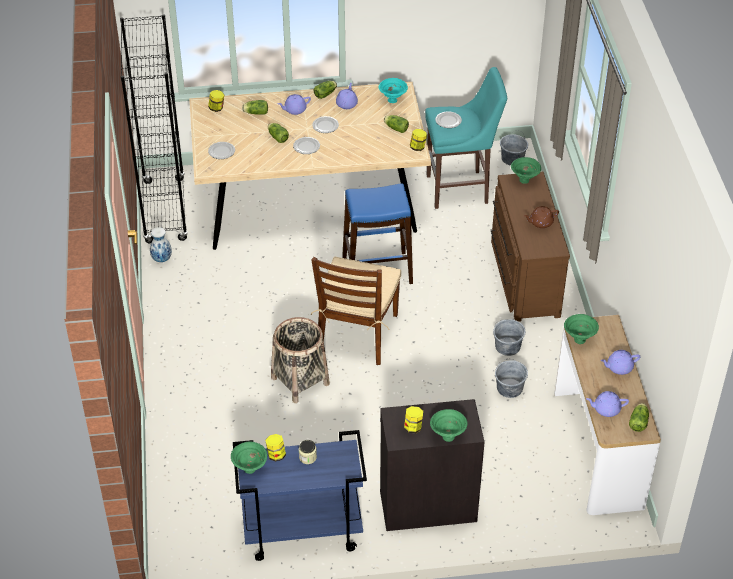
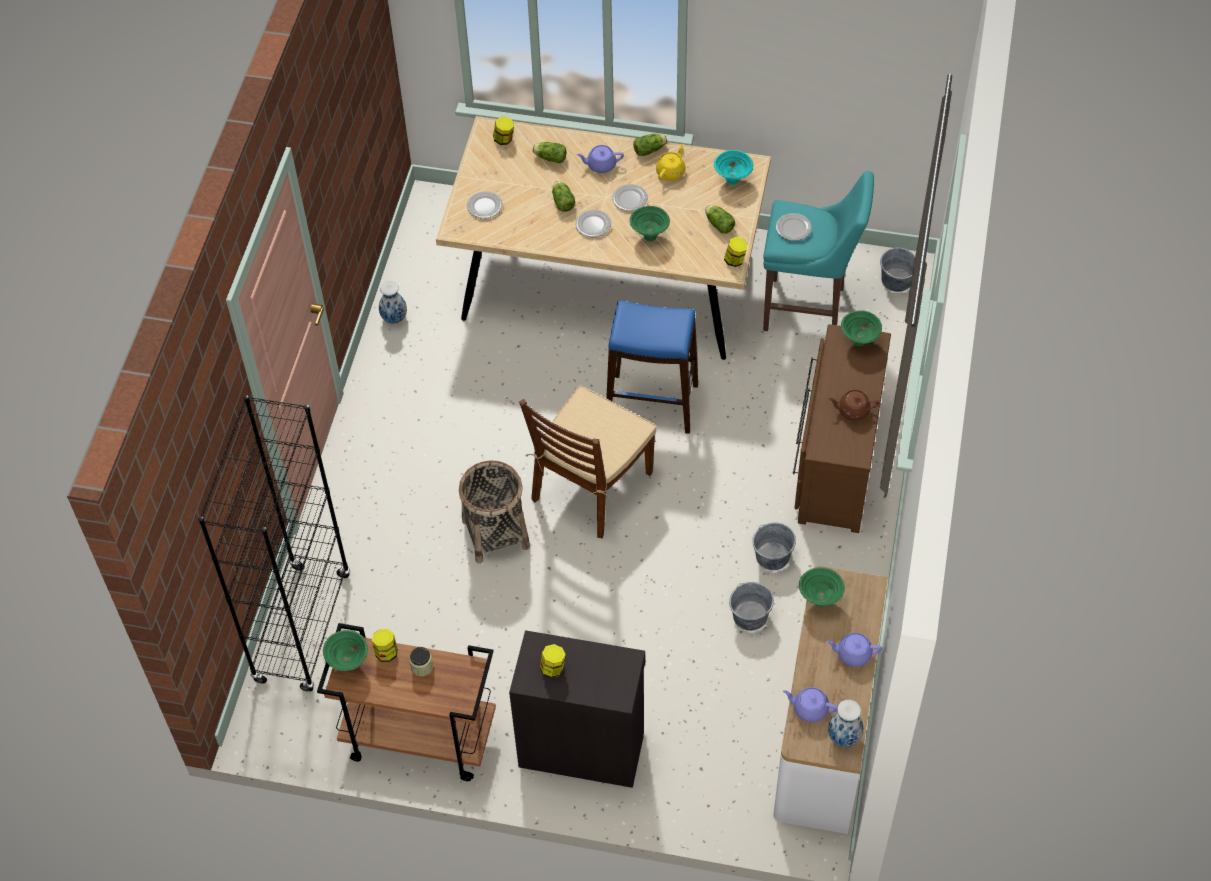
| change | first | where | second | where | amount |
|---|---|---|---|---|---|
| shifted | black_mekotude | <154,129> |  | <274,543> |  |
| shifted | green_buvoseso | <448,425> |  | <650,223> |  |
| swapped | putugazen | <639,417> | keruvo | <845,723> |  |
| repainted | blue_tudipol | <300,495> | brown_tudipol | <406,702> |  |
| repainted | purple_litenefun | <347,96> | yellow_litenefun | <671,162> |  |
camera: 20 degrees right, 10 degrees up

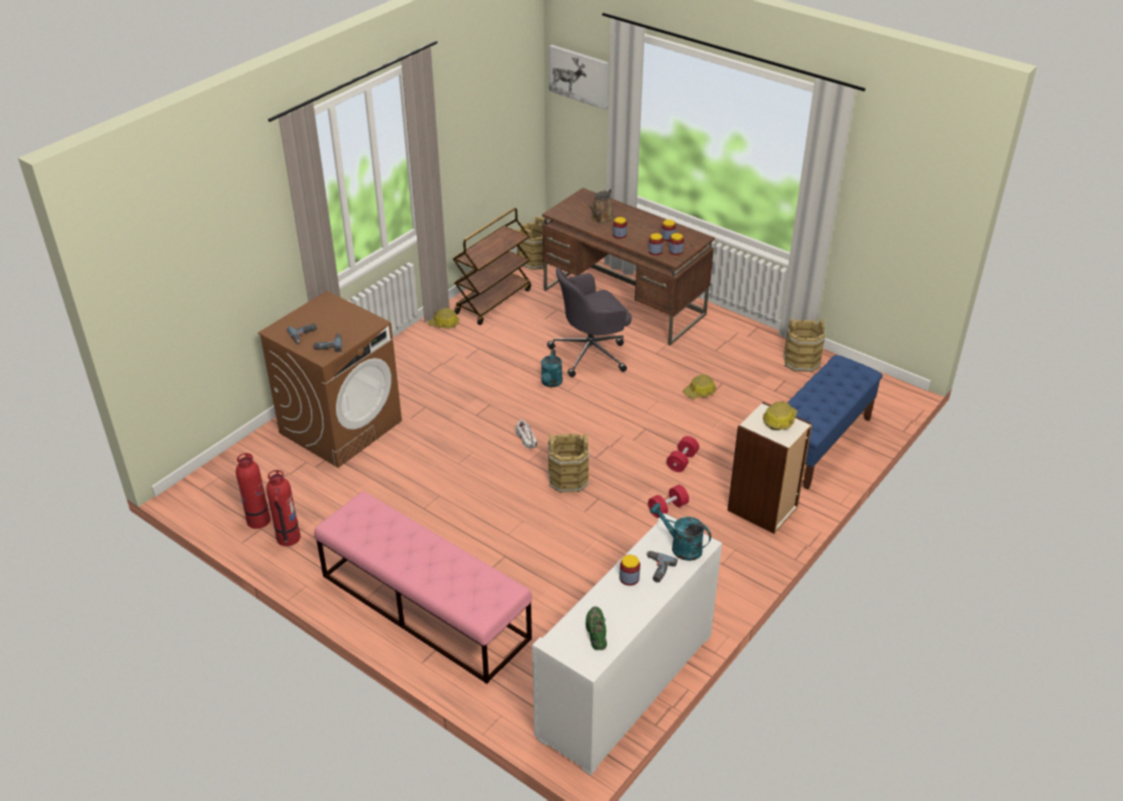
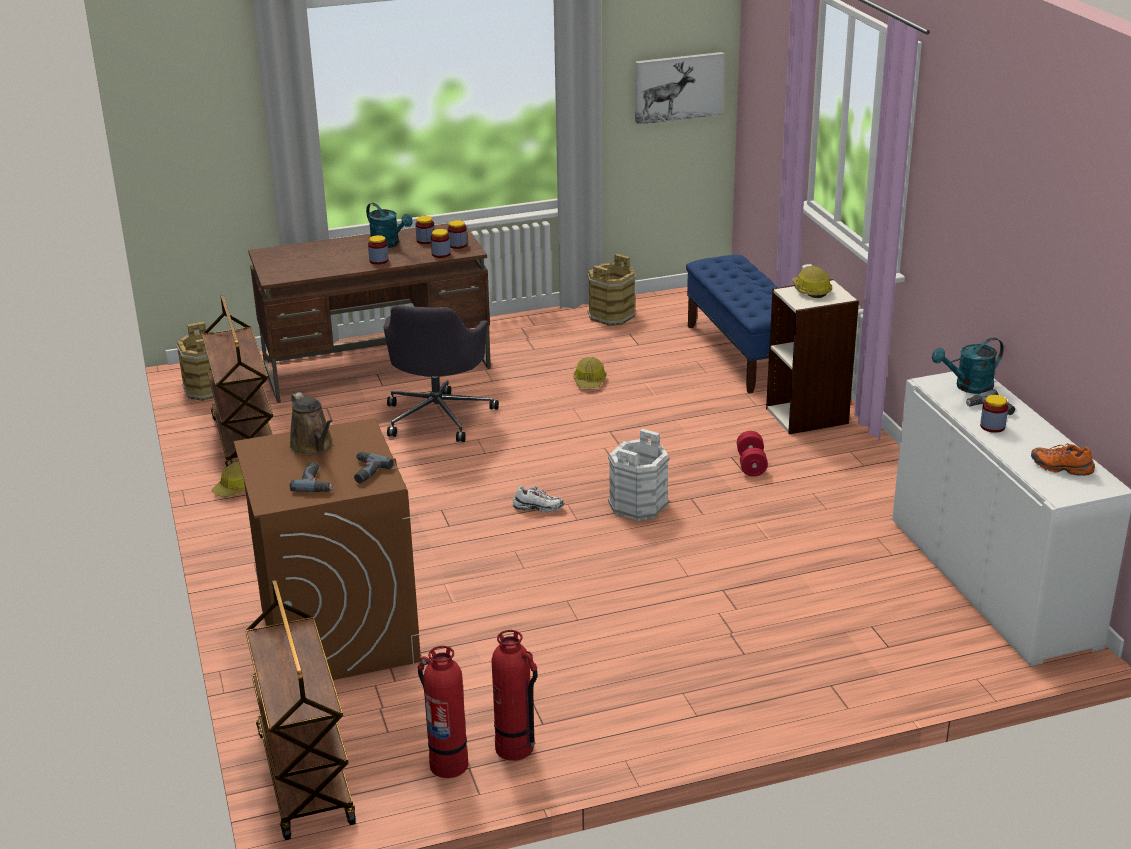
| change | first | where | second | where | amount |
|---|---|---|---|---|---|
| gone | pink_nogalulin | <423,587> |  |  |  |
| gone | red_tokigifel | <683,454> |  |  |  |
| new |  |  | brown_tudipol | <300,710> |  |
| shifted | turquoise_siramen | <552,368> |  | <389,225> |  |
| shifted | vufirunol | <579,77> |  | <679,88> |  |
| shifted | brown_siramen | <601,205> |  | <311,424> |  |
| repainted | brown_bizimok | <568,463> | white_bizimok | <639,475> |  |
| repainted | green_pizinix | <596,628> | orange_pizinix | <1063,459> |  |
camera: 55 degrees left, 10 degrees down

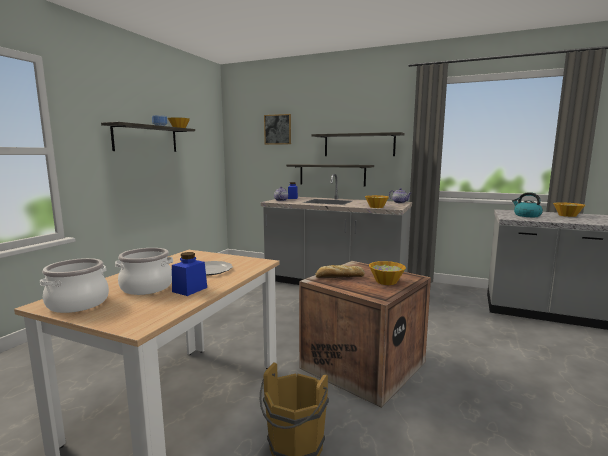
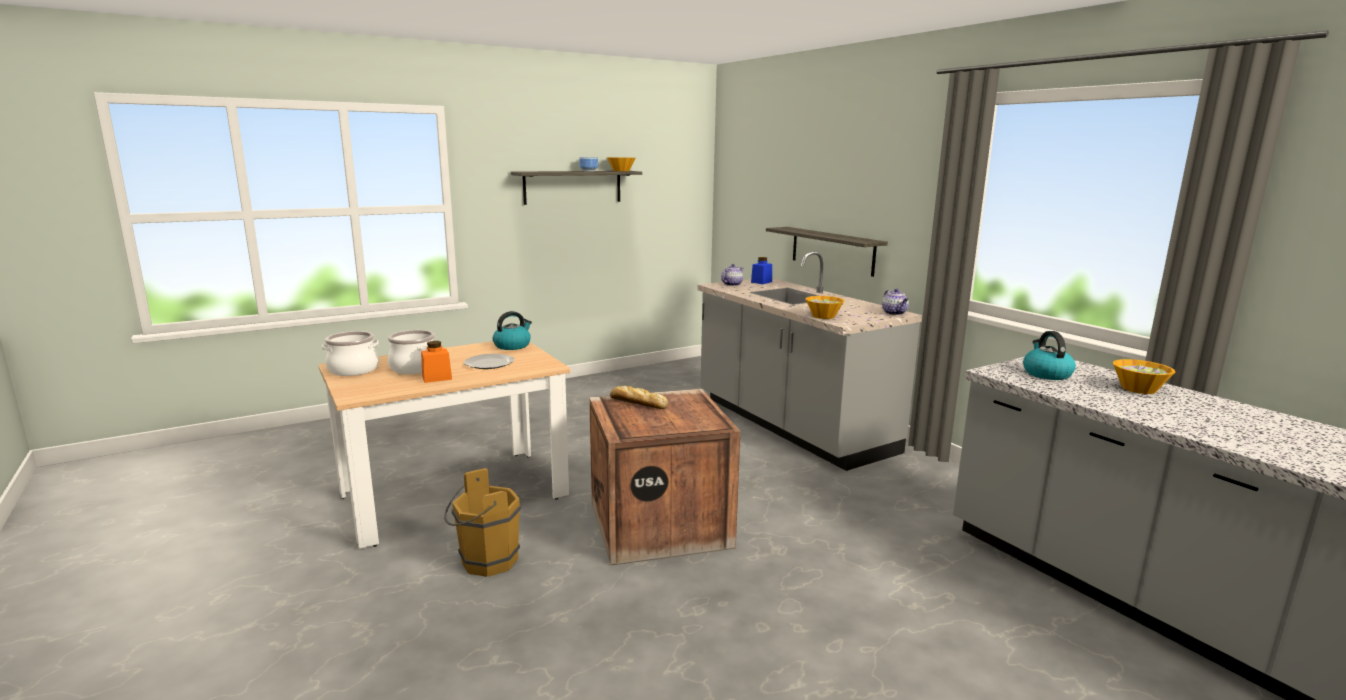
| change | first | where | second | where | amount |
|---|---|---|---|---|---|
| gone | vufirunol | <277,129> |  |  |  |
| gone | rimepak | <358,144> |  |  |  |
| gone | buvoseso | <387,273> |  |  |  |
| new |  |  | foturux | <512,330> |  |
| repainted | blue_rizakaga | <189,274> | orange_rizakaga | <436,362> |  |
camera: 35 degrees right, 5 degrees up

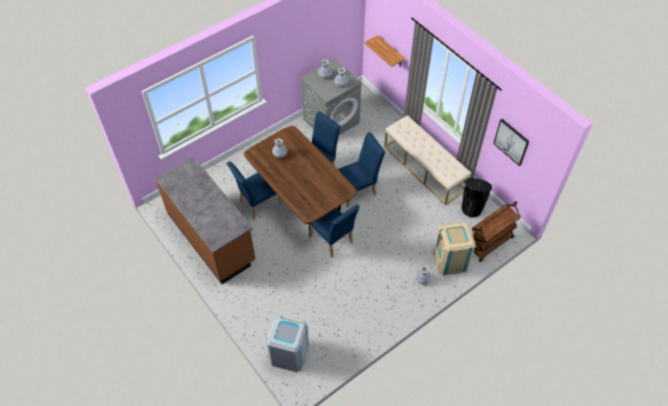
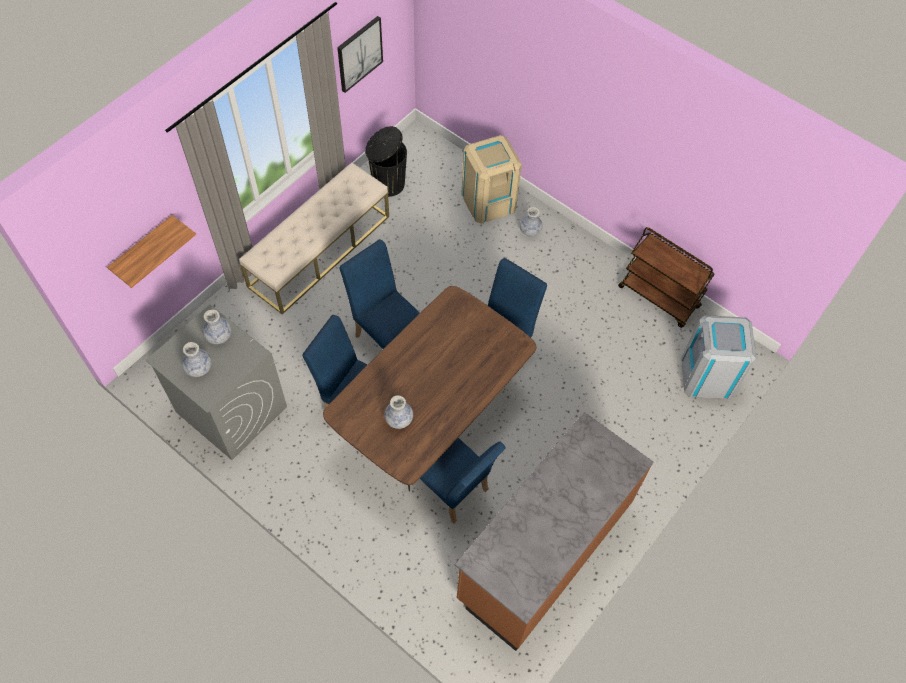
| change | first | where | second | where | amount |
|---|---|---|---|---|---|
| shifted | brown_tudipol | <496,231> |  | <666,277> |  |
camera: 105 degrees left, 5 degrees up

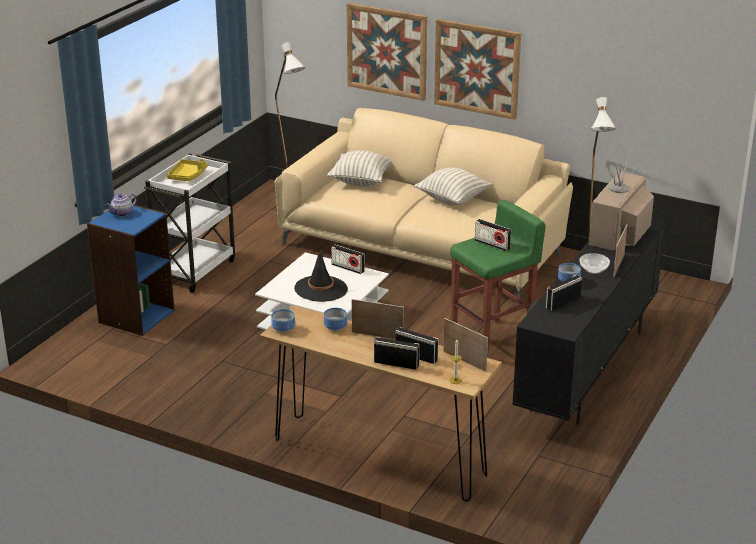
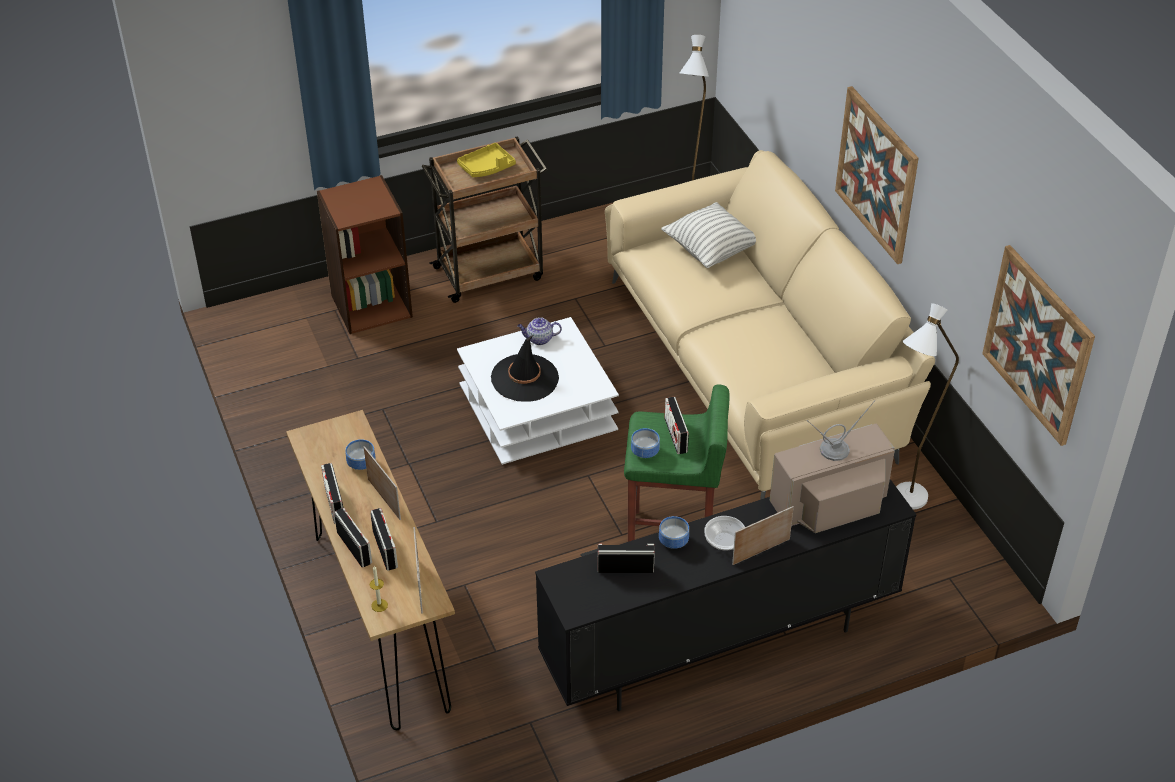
| change | first | where | second | where | amount |
|---|---|---|---|---|---|
| gone | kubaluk | <453,186> |  |  |  |
| shifted | litenefun | <121,205> |  | <539,331> |  |
| shifted | buvoseso | <283,321> |  | <645,443> |  |
| shifted | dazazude | <348,259> |  | <332,493> |  |
| shifted | vufirunol | <387,52> |  | <1038,345> |  |
| repainted | blue_mekotude | <131,270> | brown_mekotude | <365,254> |  |
| repainted | white_tudipol | <189,223> | brown_tudipol | <485,219> |  |
camera: 40 degrees right, 15 degrees up

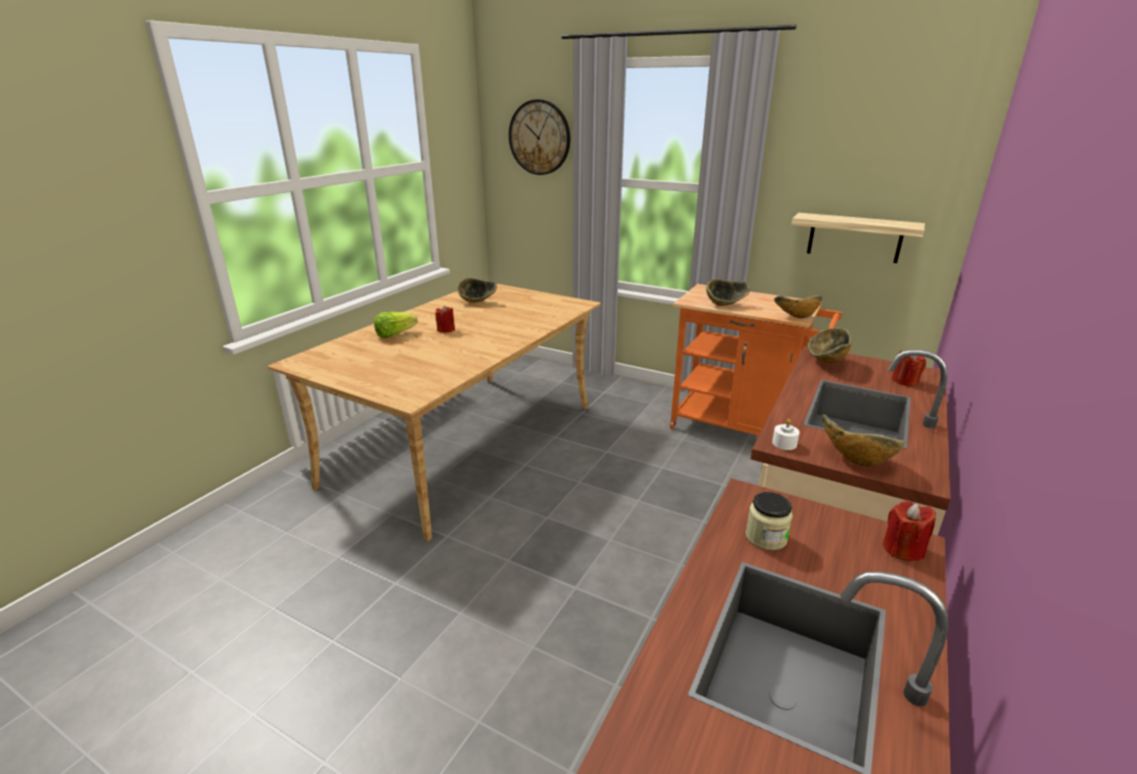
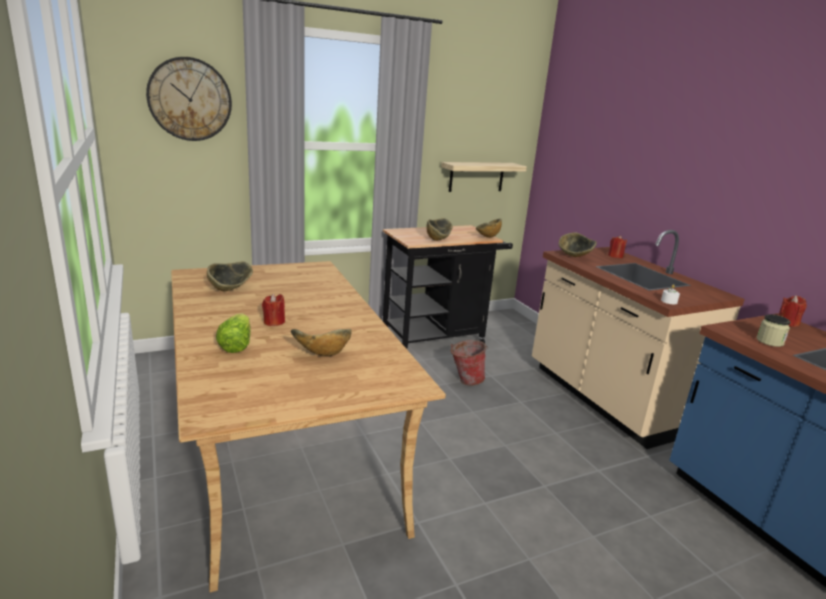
| change | first | where | second | where | amount |
|---|---|---|---|---|---|
| new |  |  | bizimok | <469,363> |  |
| shifted | buvoseso | <863,440> |  | <321,343> |  |
| repainted | orange_tudipol | <756,360> | black_tudipol | <448,286> |  |
camera: 55 degrees left, 5 degrees down

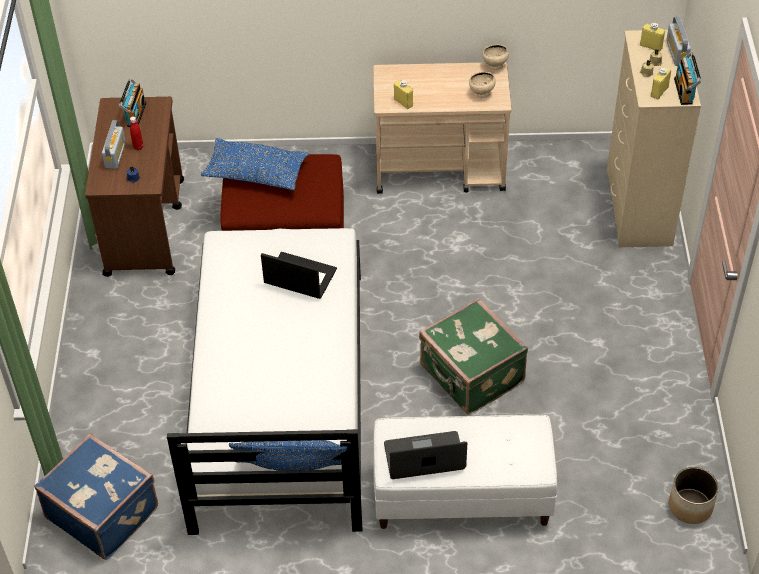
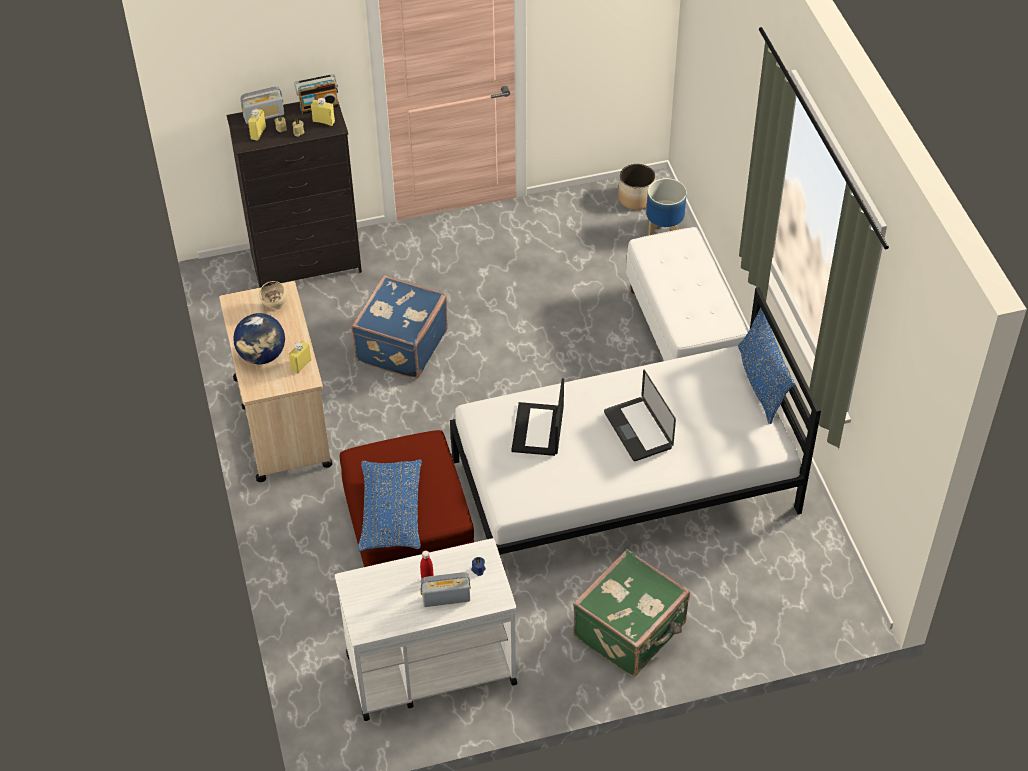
| change | first | where | second | where | amount |
|---|---|---|---|---|---|
| gone | dazazude | <132,102> |  |  |  |
| gone | beige_buvoseso | <496,57> |  |  |  |
| new |  |  | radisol | <259,338> |  |
| new |  |  | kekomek | <666,207> |  |
| shifted | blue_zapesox | <96,496> |  | <399,327> |  |
| shifted | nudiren | <425,455> |  | <640,415> |  |
| shifted | green_zapesox | <473,356> |  | <631,613> |  |
| repainted | brown_tudipol | <134,187> | white_tudipol | <426,629> |  |
| repainted | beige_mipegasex | <653,138> | black_mipegasex | <294,193> |  |
camera: 105 degrees left, 0 degrees up

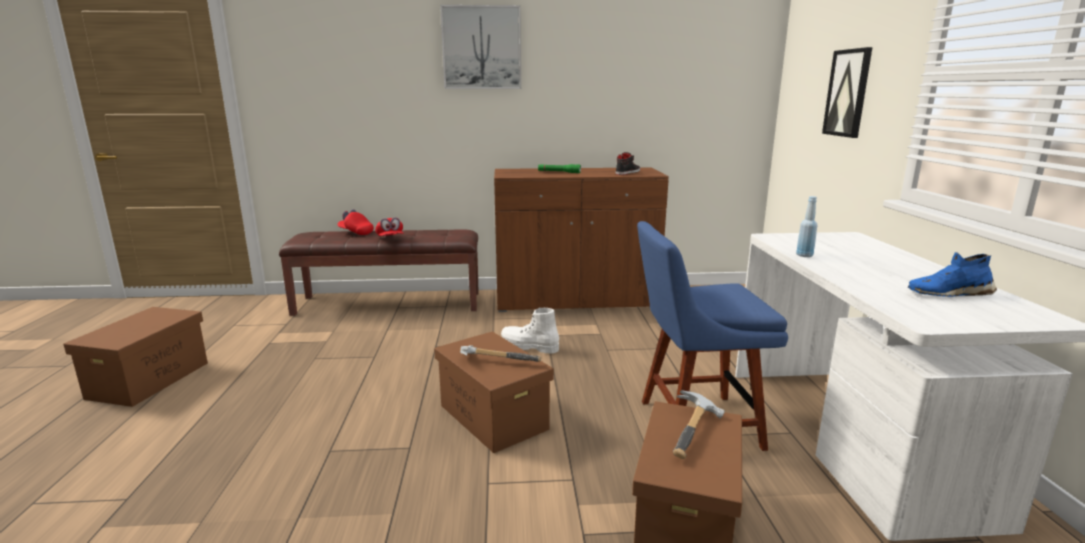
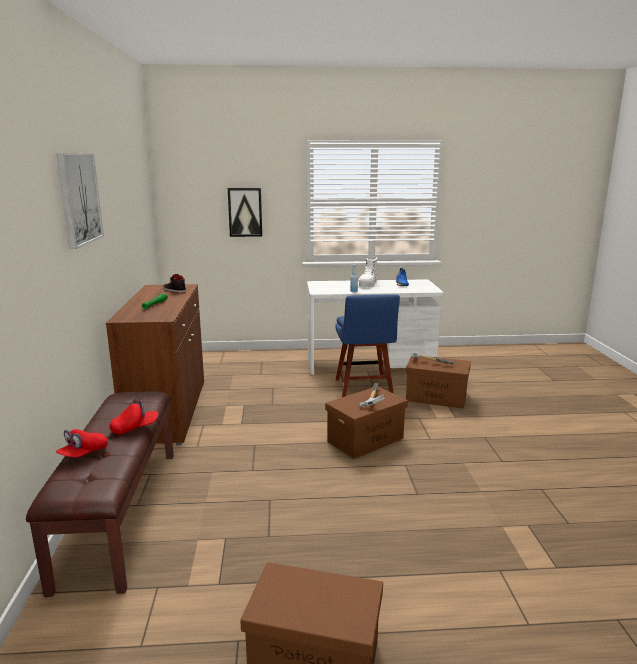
| change | first | where | second | where | amount |
|---|---|---|---|---|---|
| shifted | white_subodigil | <530,330> |  | <368,271> |  |
camera: 90 degrees left, 0 degrees up

